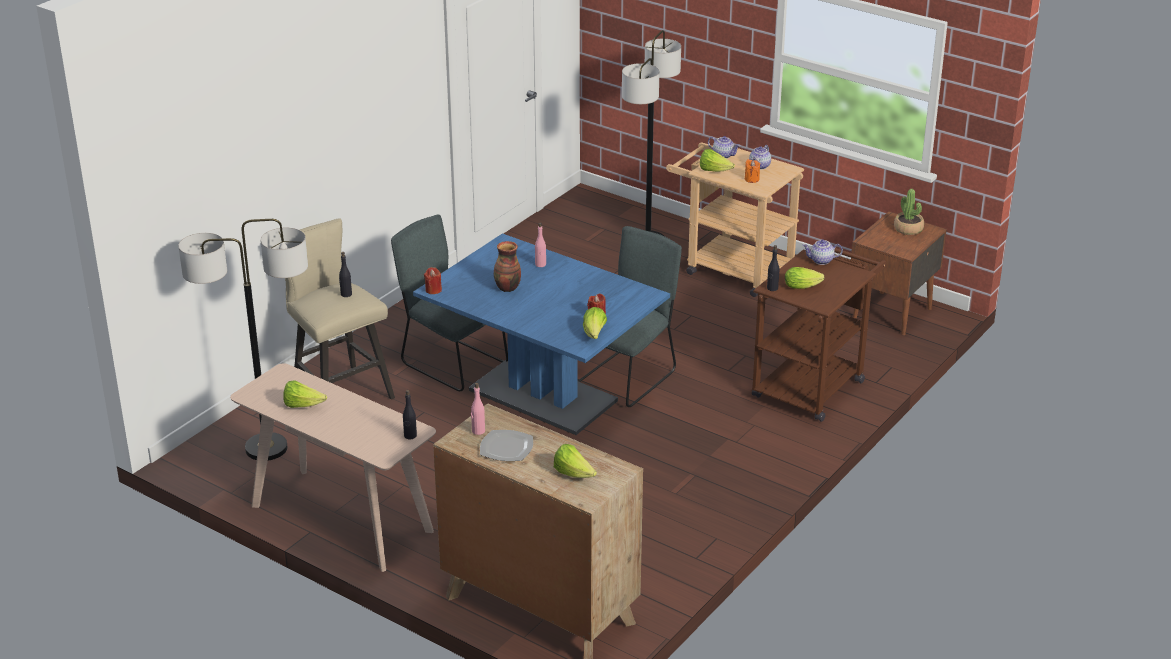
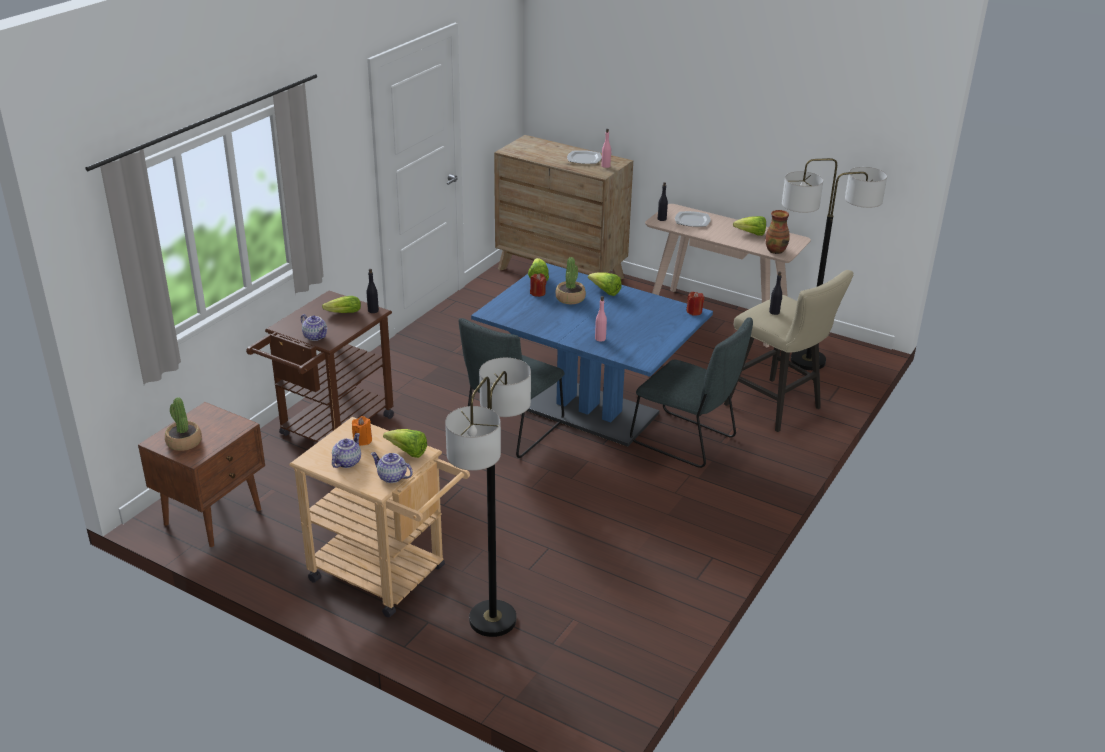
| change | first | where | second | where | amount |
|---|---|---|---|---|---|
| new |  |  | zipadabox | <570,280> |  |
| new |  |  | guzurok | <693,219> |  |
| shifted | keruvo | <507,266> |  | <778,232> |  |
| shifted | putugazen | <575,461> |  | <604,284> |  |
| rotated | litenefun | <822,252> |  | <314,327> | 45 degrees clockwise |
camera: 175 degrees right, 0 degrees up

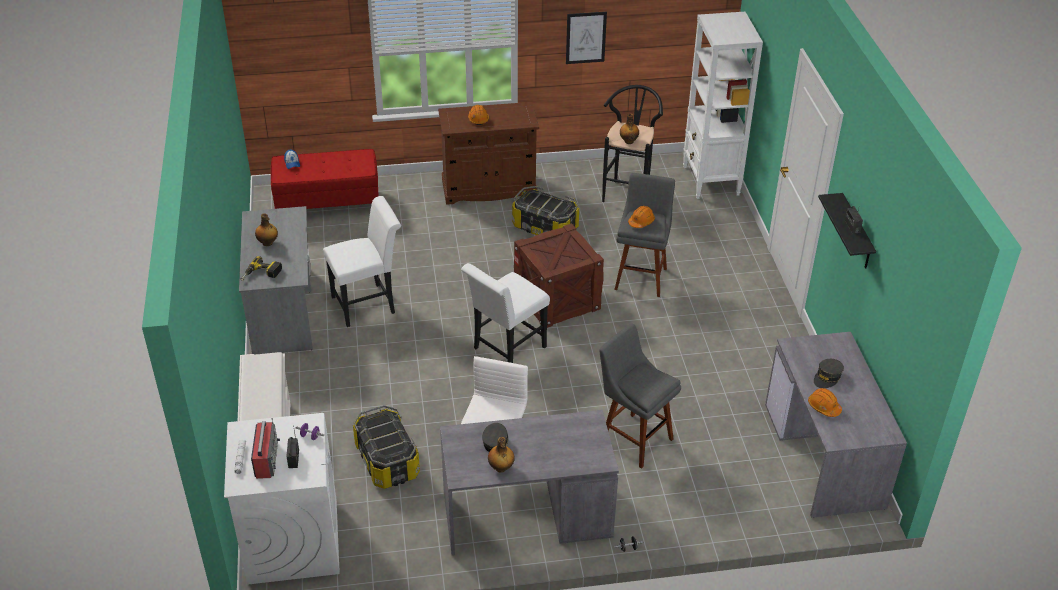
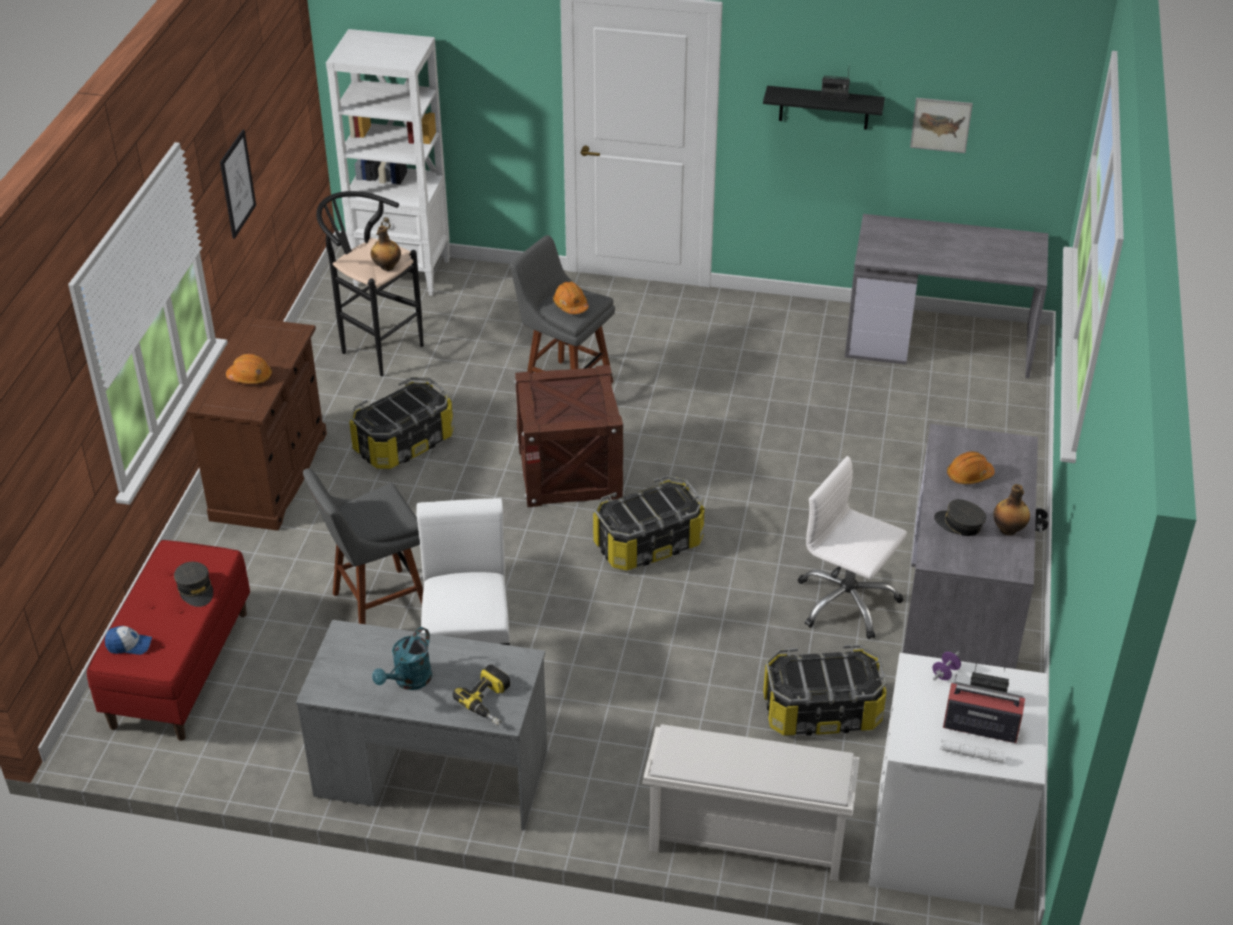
| change | first | where | second | where | amount |
|---|---|---|---|---|---|
| new |  |  | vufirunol | <941,125> |  |
| shifted | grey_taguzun | <640,396> |  | <363,546> |  |
| shifted | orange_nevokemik | <825,402> |  | <971,467> |  |
| shifted | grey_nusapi | <829,373> |  | <193,584> |  |
| swapped | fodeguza | <266,229> | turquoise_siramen | <402,658> |  |
| swapped | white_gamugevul | <505,313> | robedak | <649,522> |  |
camera: 70 degrees left, 0 degrees up

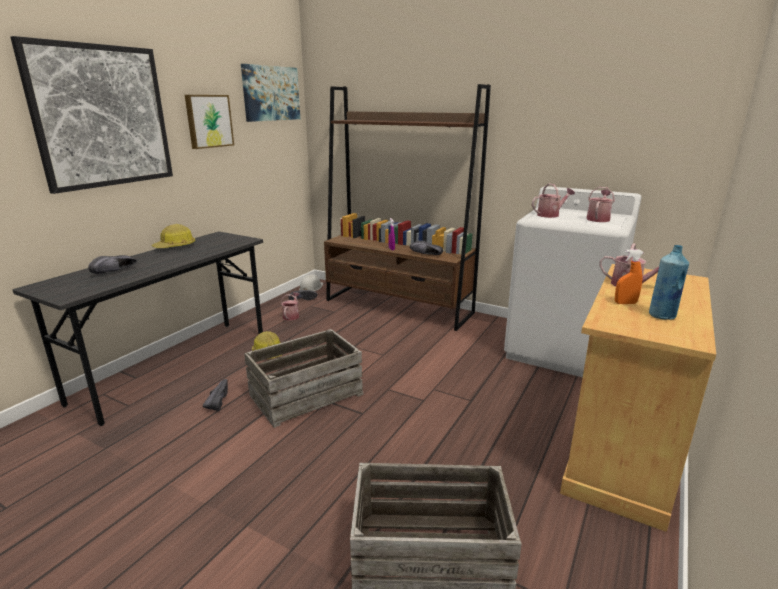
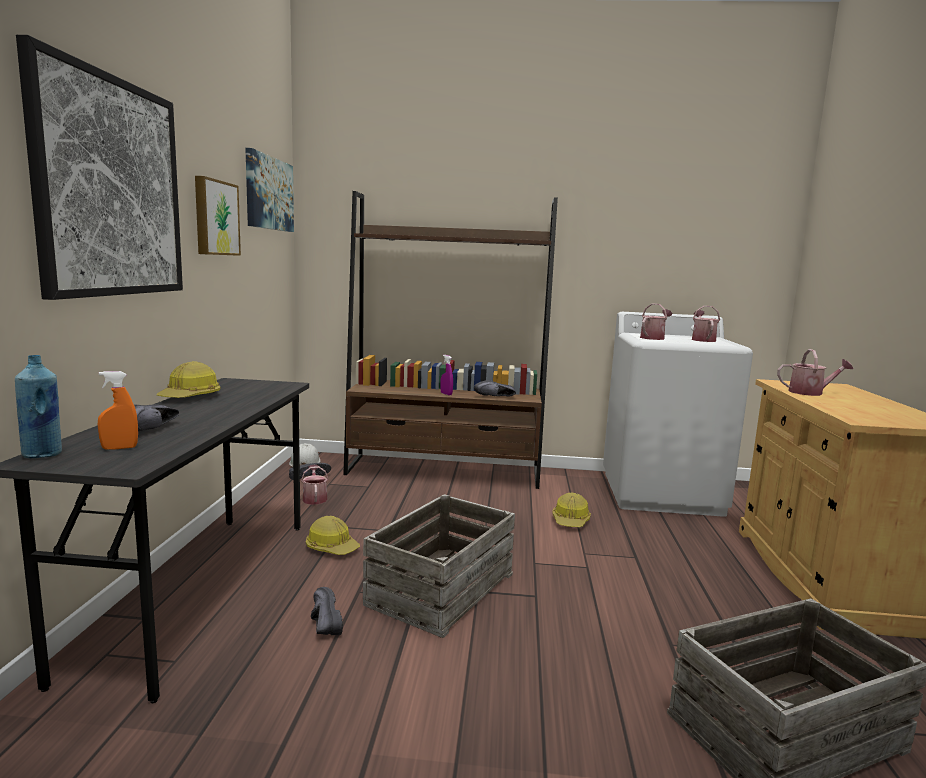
| change | first | where | second | where | amount |
|---|---|---|---|---|---|
| new |  |  | nevokemik | <572,510> |  |
| shifted | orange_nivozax | <629,276> |  | <118,410> |  |
| shifted | blue_fodeguza | <669,282> |  | <38,406> |  |
camera: 25 degrees left, 10 degrees down

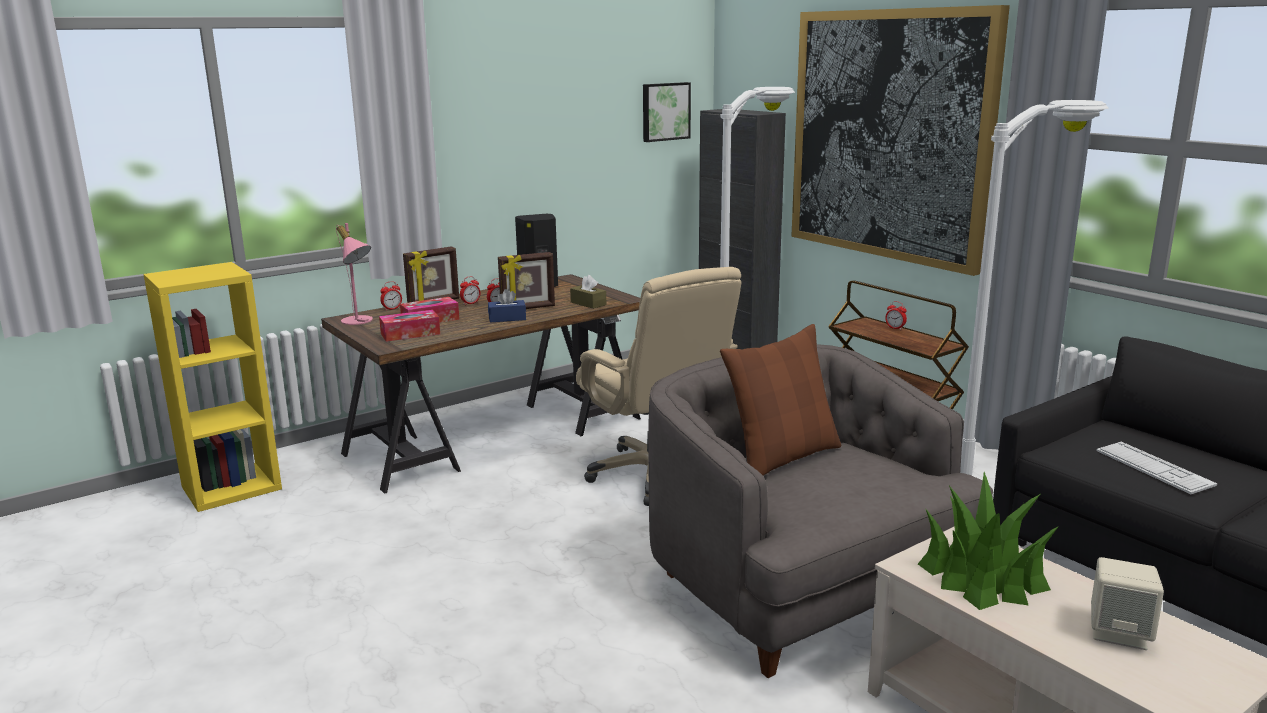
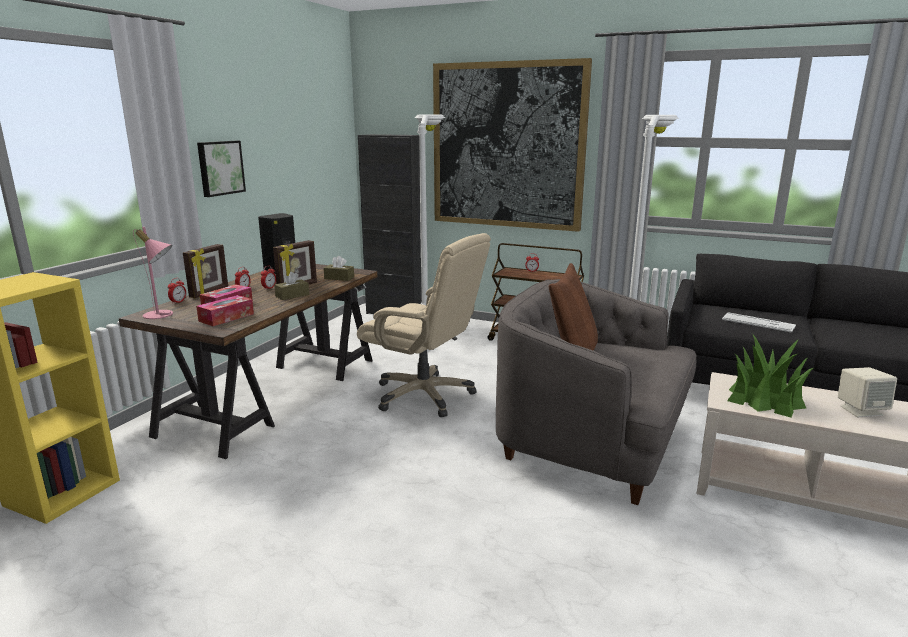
| change | first | where | second | where | amount |
|---|---|---|---|---|---|
| shifted | vufirunol | <667,112> |  | <221,169> |  |
| repainted | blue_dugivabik | <507,306> | brown_dugivabik | <291,286> |  |
camera: 30 degrees left, 0 degrees up

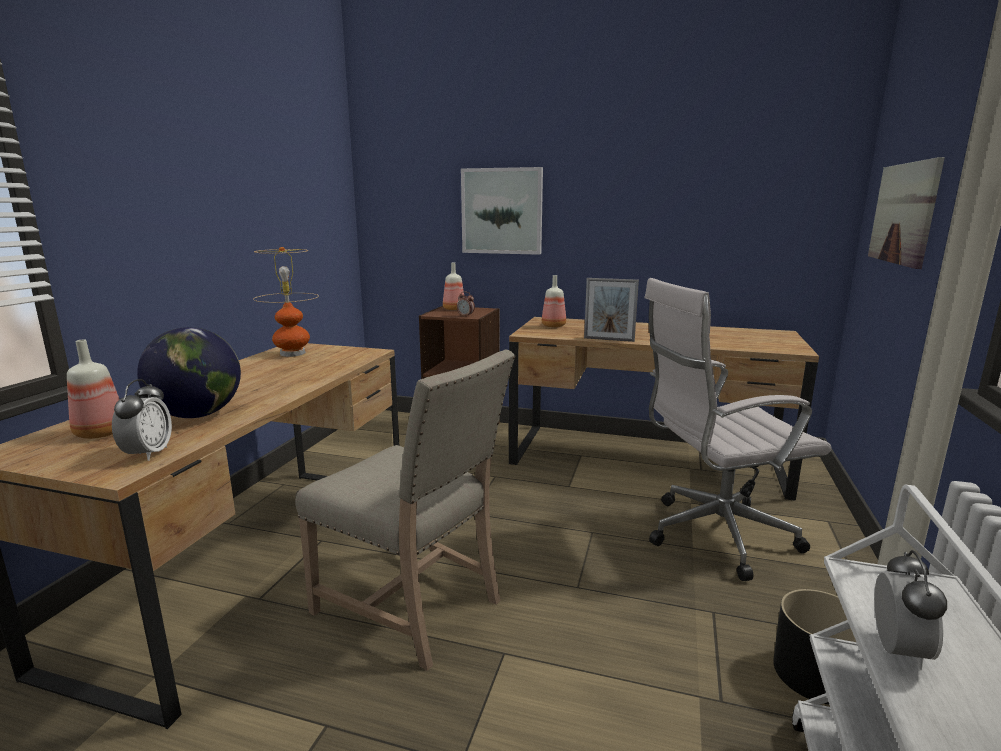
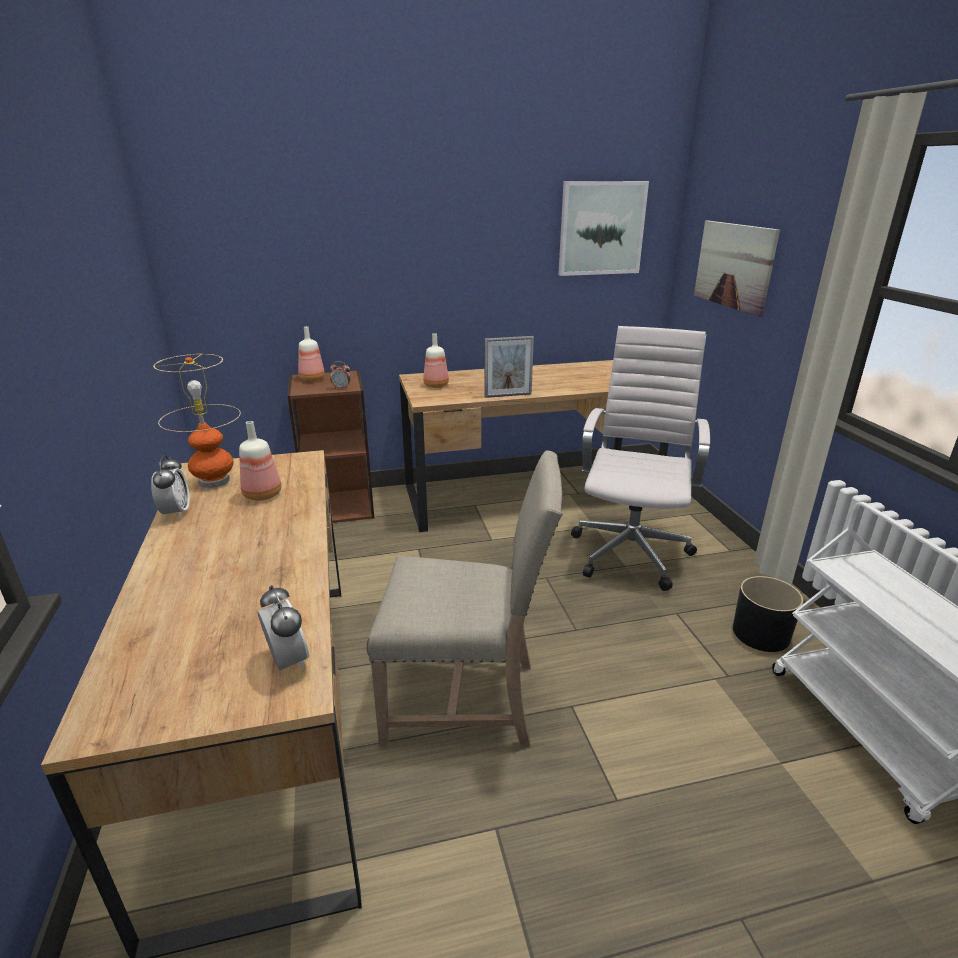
| change | first | where | second | where | amount |
|---|---|---|---|---|---|
| gone | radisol | <189,372> |  |  |  |
| shifted | fodeguza | <93,389> |  | <260,461> |  |
| shifted | vufirunol | <502,211> |  | <603,228> |  |
| shifted | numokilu | <910,610> |  | <170,486> |  |
| rotated | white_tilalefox | <738,429> |  | <640,458> | 150 degrees clockwise |
camera: 30 degrees left, 10 degrees up

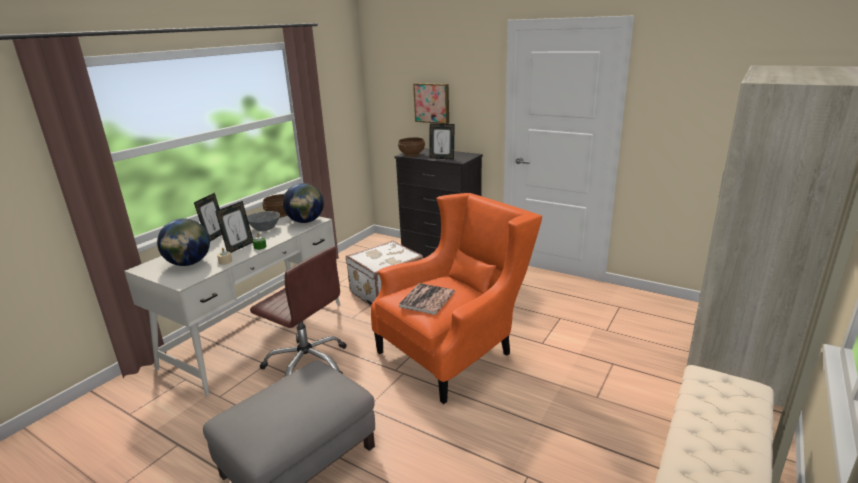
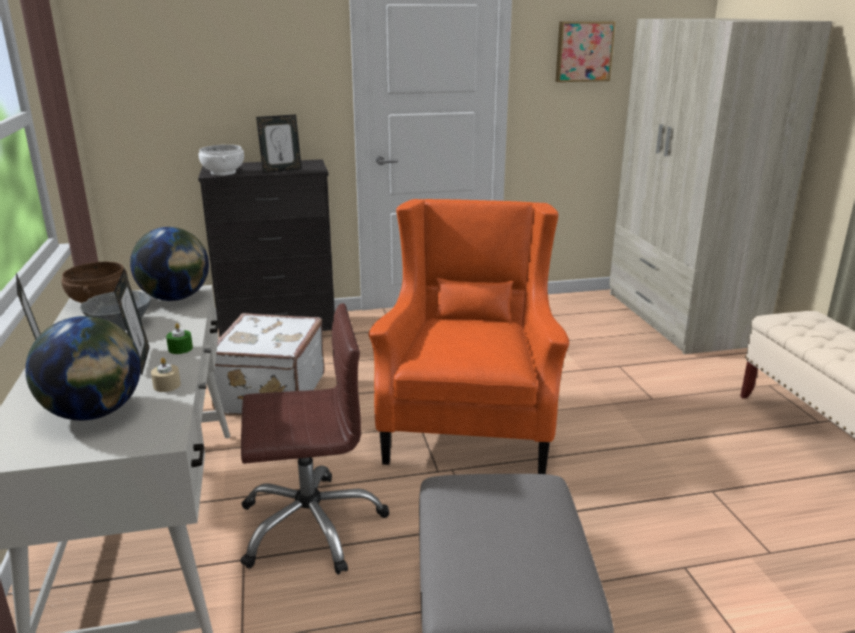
| change | first | where | second | where | amount |
|---|---|---|---|---|---|
| gone | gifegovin | <427,299> |  |  |  |
| shifted | vufirunol | <431,103> |  | <586,51> |  |
| repainted | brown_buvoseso | <411,147> | white_buvoseso | <221,160> |  |
camera: 45 degrees left, 0 degrees up

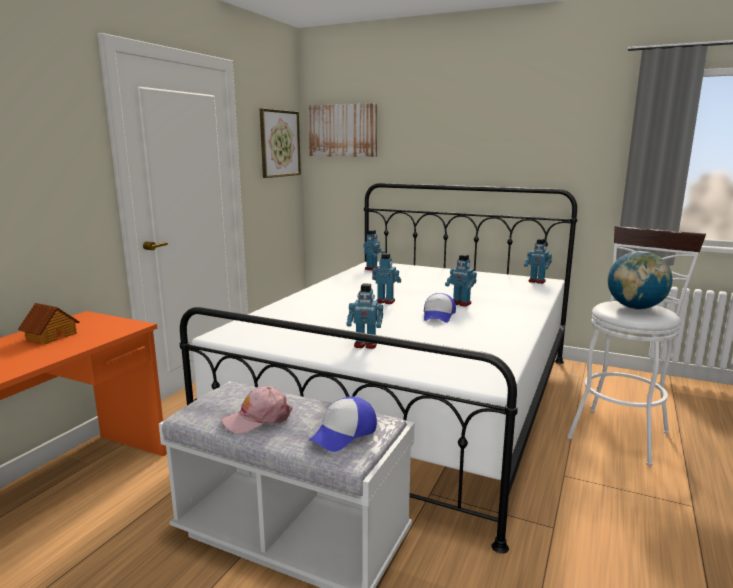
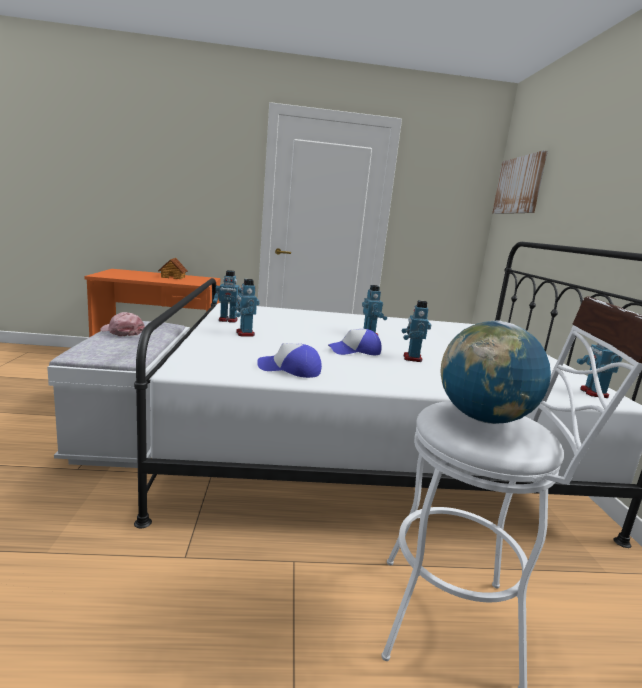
| change | first | where | second | where | amount |
|---|---|---|---|---|---|
| gone | vufirunol | <280,143> |  |  |  |
| shifted | nusapi | <342,424> |  | <289,360> |  |
| shifted | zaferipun | <374,250> |  | <227,296> |  |
camera: 60 degrees right, 0 degrees up

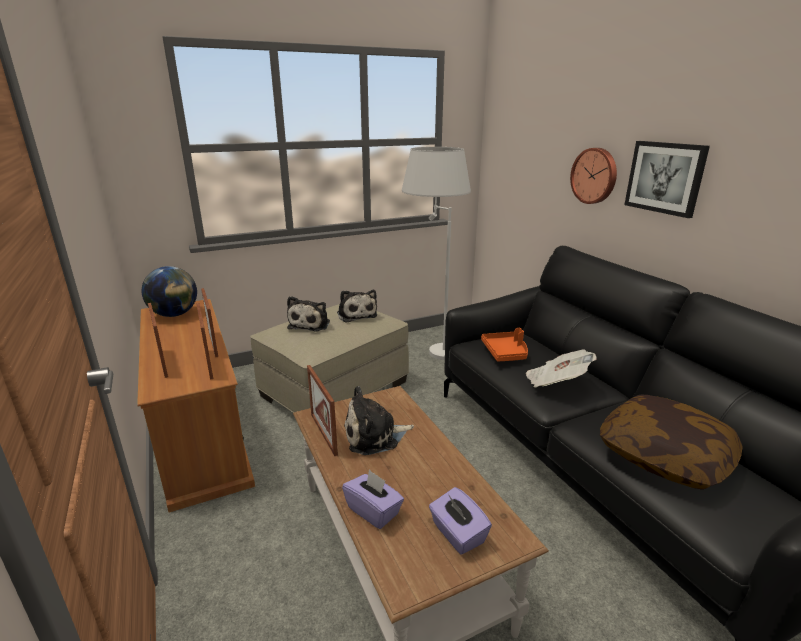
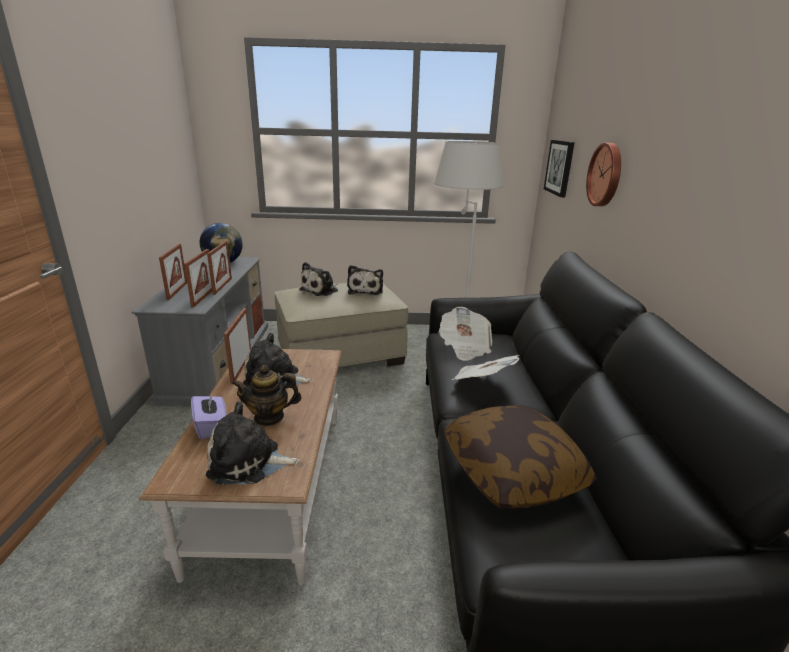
| change | first | where | second | where | amount |
|---|---|---|---|---|---|
| new |  |  | litenefun | <267,395> |  |
| shifted | vufirunol | <667,179> |  | <559,168> |  |
| swapped | purple_dugivabik | <460,521> | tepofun | <253,443> |  |
| swapped | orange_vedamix | <504,344> | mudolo | <465,334> |  |
| repainted | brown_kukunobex | <196,405> | grey_kukunobex | <200,331> |  |
camera: 25 degrees right, 0 degrees up

